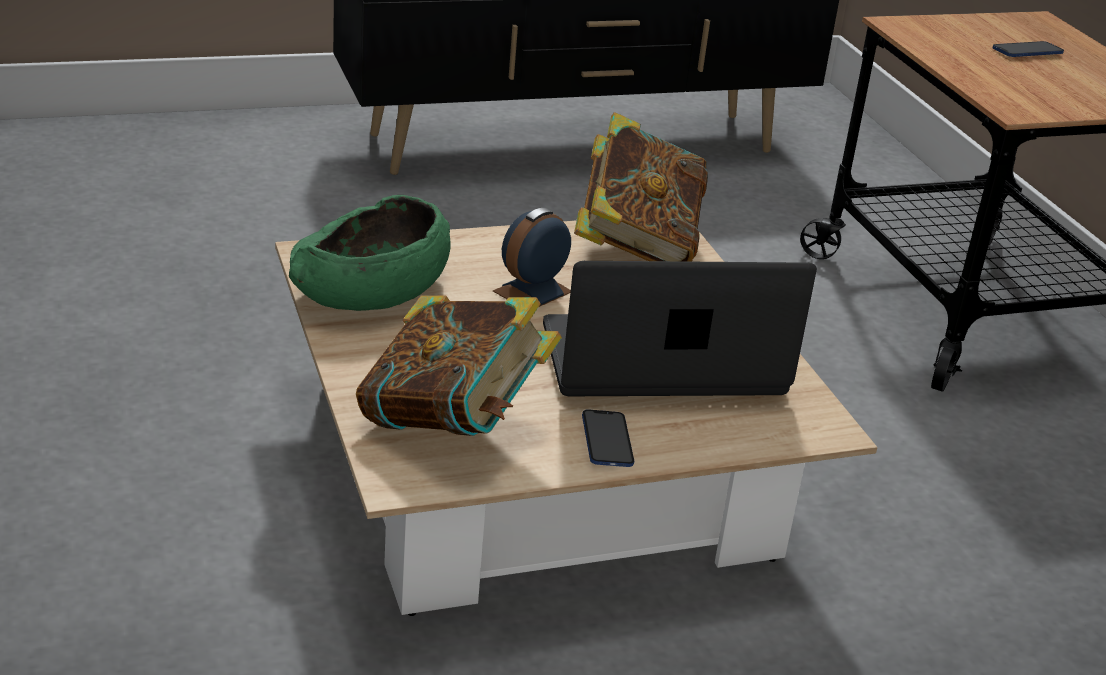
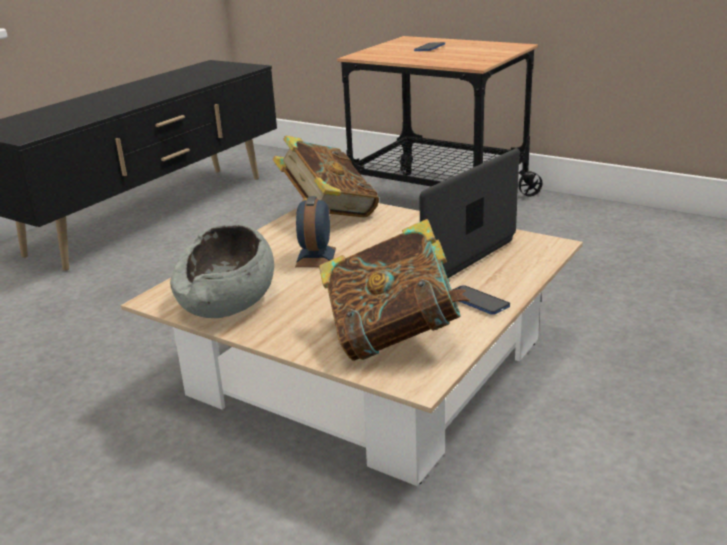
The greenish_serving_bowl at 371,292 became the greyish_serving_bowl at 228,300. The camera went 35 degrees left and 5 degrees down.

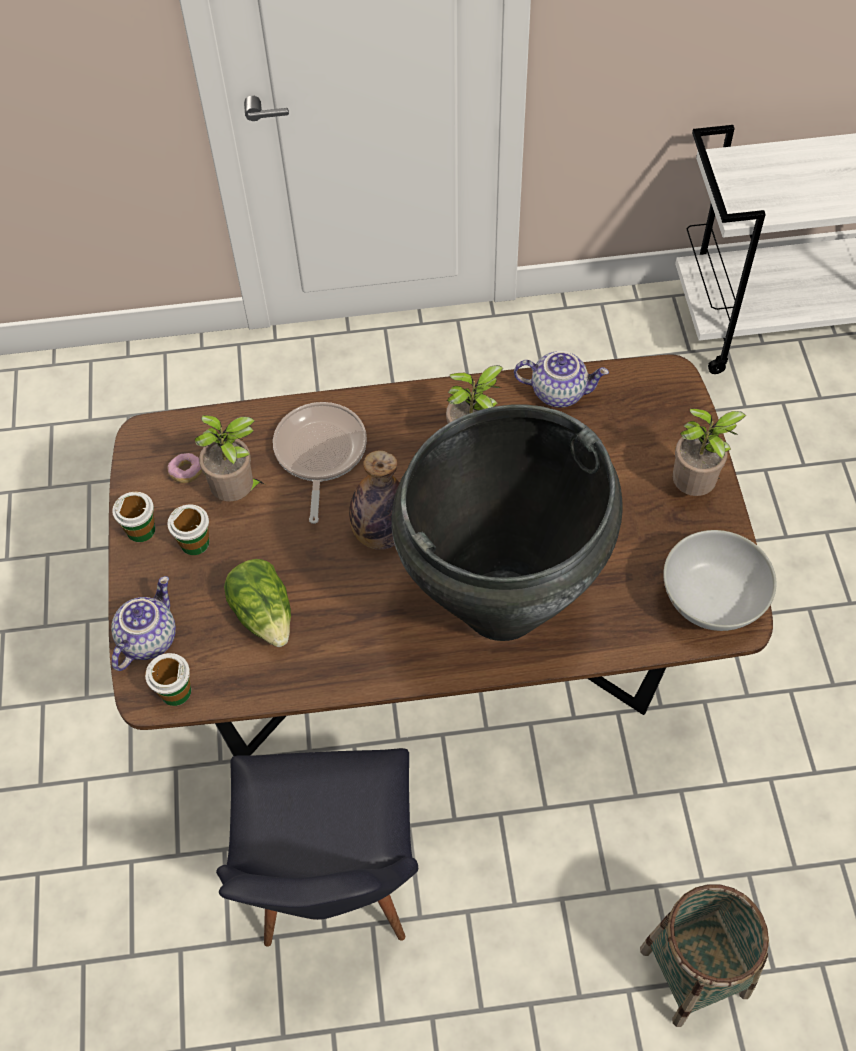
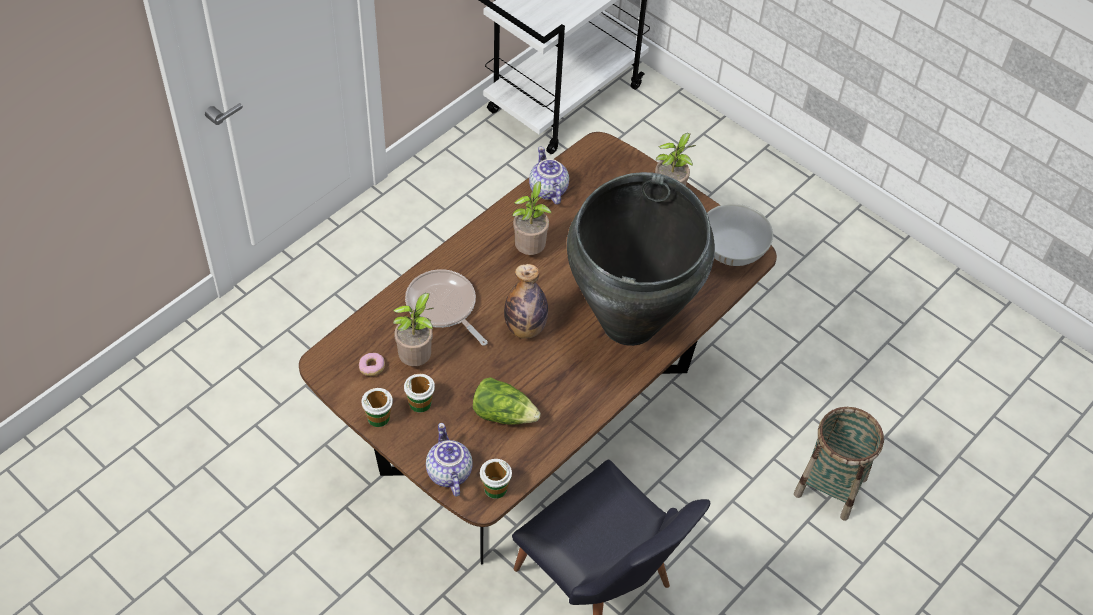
The teapot at 559,391 turned 75 degrees counterclockwise. The camera went 45 degrees left and 5 degrees down.

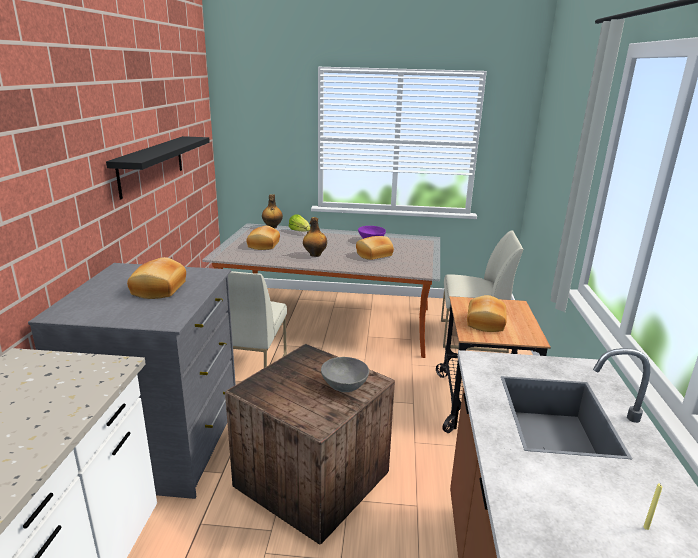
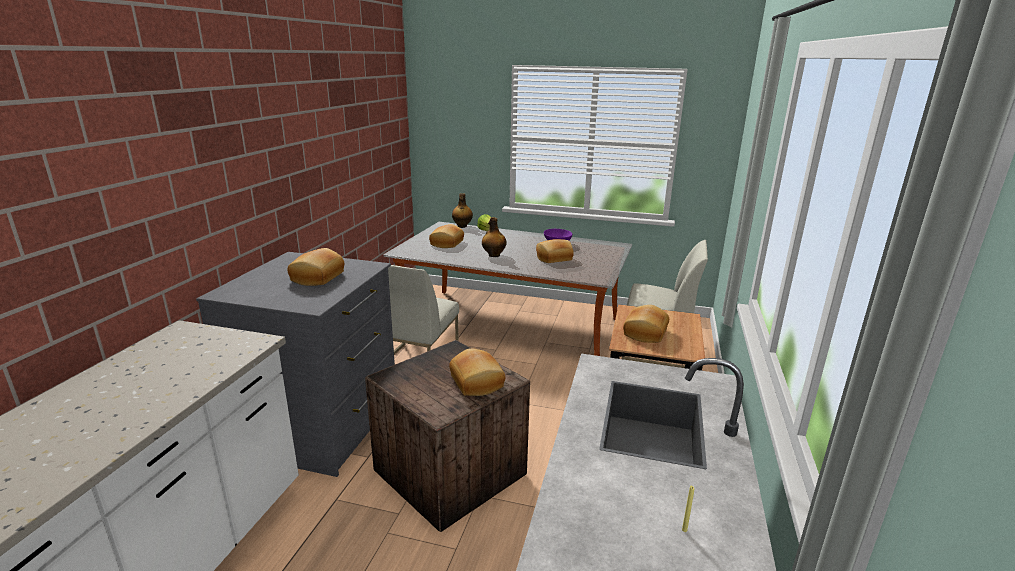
The black-coloured_wall_shelf at 152,165 disappeared. The greyish_serving_bowl at 344,386 was replaced by the bakery_bread at 478,382. The camera went 10 degrees right and 0 degrees up.

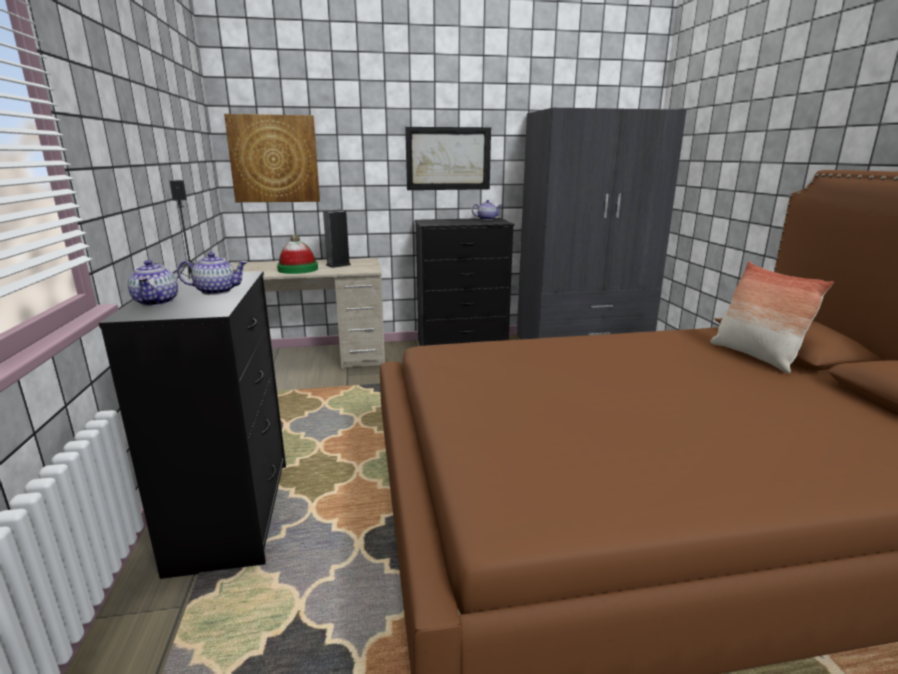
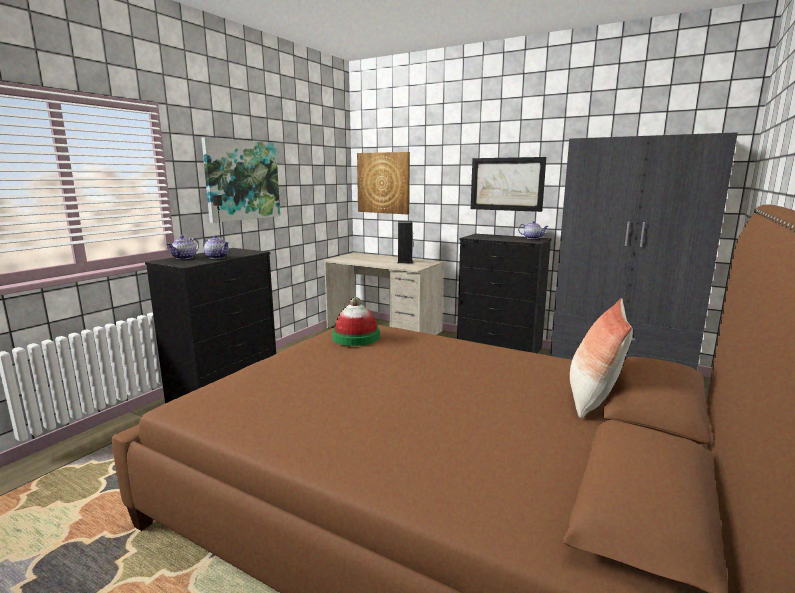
The wearable_hat moved from 298,269 to 356,337. The picture at 242,180 appeared. The camera went 40 degrees right and 5 degrees down.

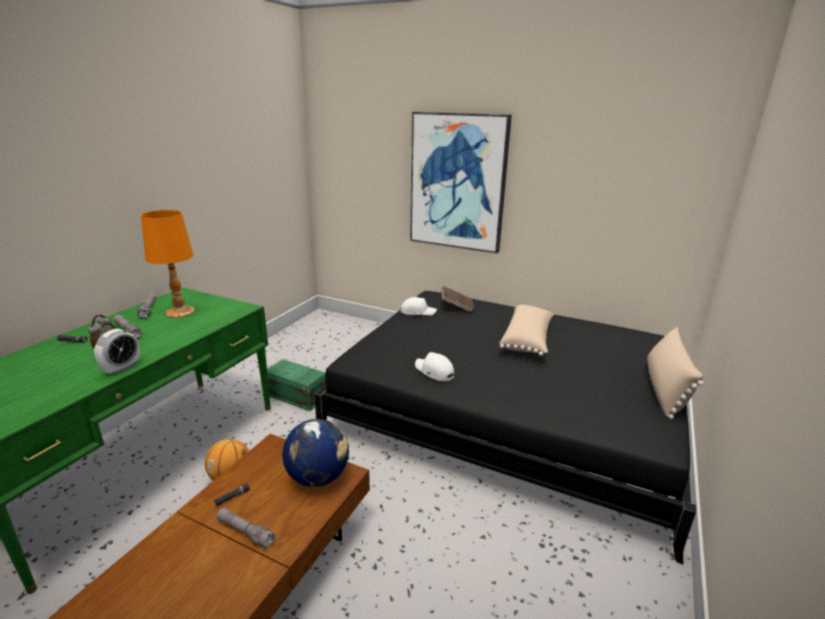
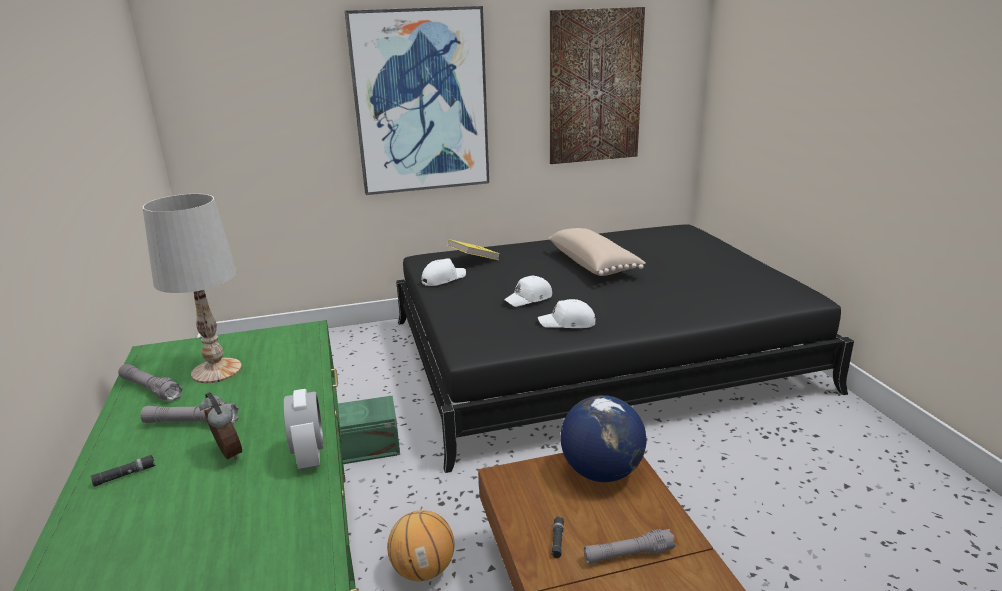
The orangey_table_lamp at 180,312 became the white-coloured_table_lamp at 216,371. The brown_book at 456,307 became the yellow_book at 474,260. The sand-coloured_throw_pillow at 665,389 disappeared. The white-coloured_baseball_cap at 529,298 appeared. The picture at 595,87 appeared. The camera went 40 degrees left and 0 degrees up.

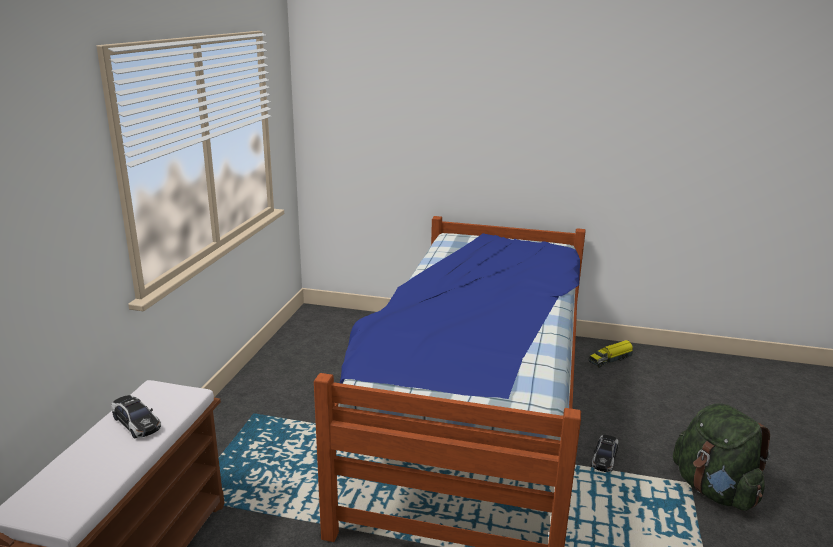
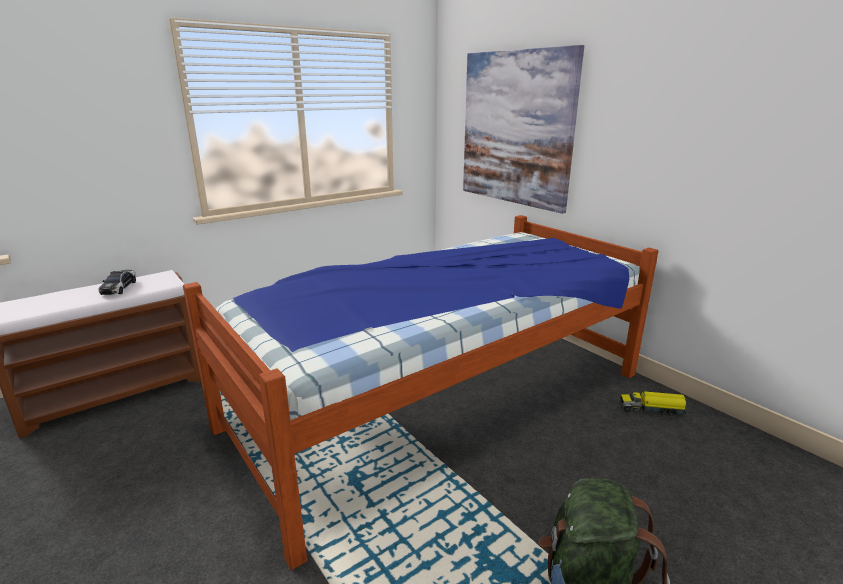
The toy_car at 604,458 disappeared. The picture at 516,129 appeared. The camera went 40 degrees right and 0 degrees up.

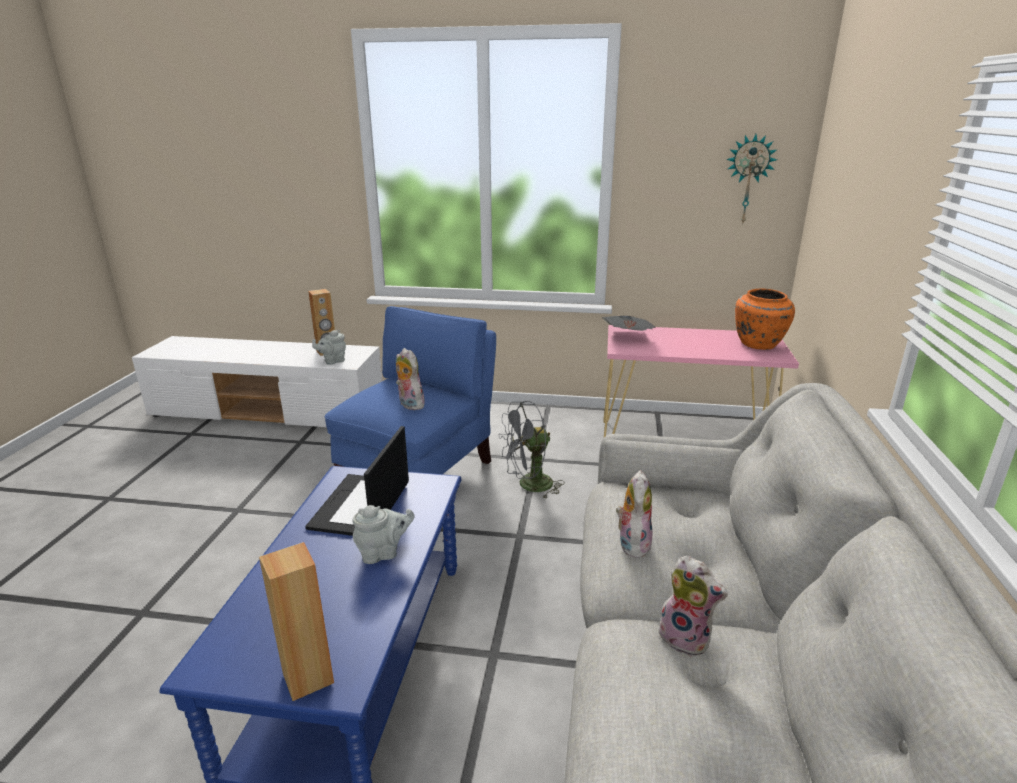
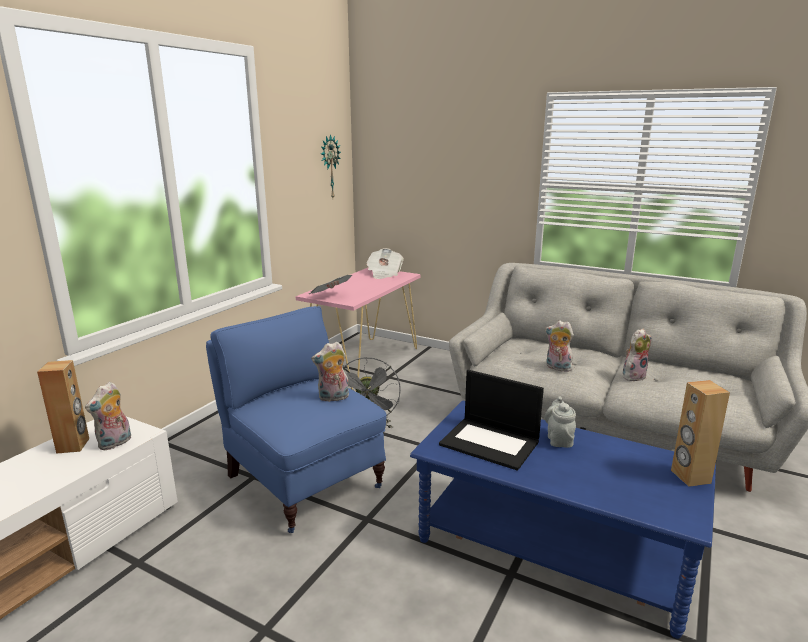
The greyish_teapot at 333,361 was replaced by the cuddly_toy at 115,443. The orangey_decorative_vase at 758,345 was replaced by the printed_paper at 384,274. The camera went 70 degrees left and 5 degrees down.

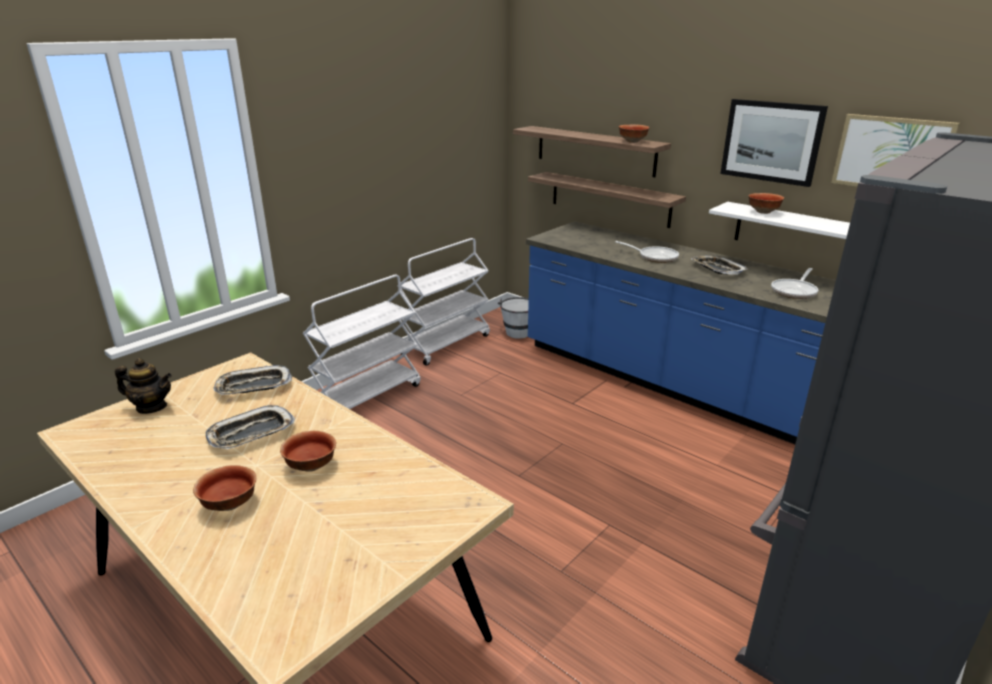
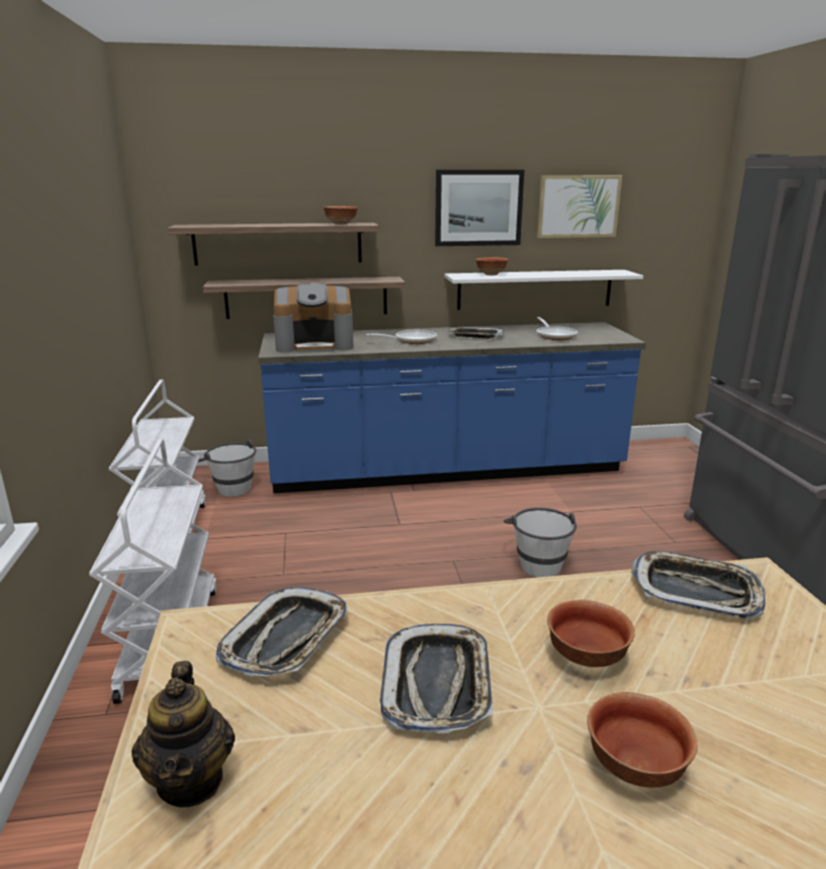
The teapot at 151,407 turned 120 degrees clockwise. The coffee_brewer at 315,345 appeared. The white-coloured_pail at 537,562 appeared. The carrying_tray at 696,591 appeared. The camera went 50 degrees left and 5 degrees down.

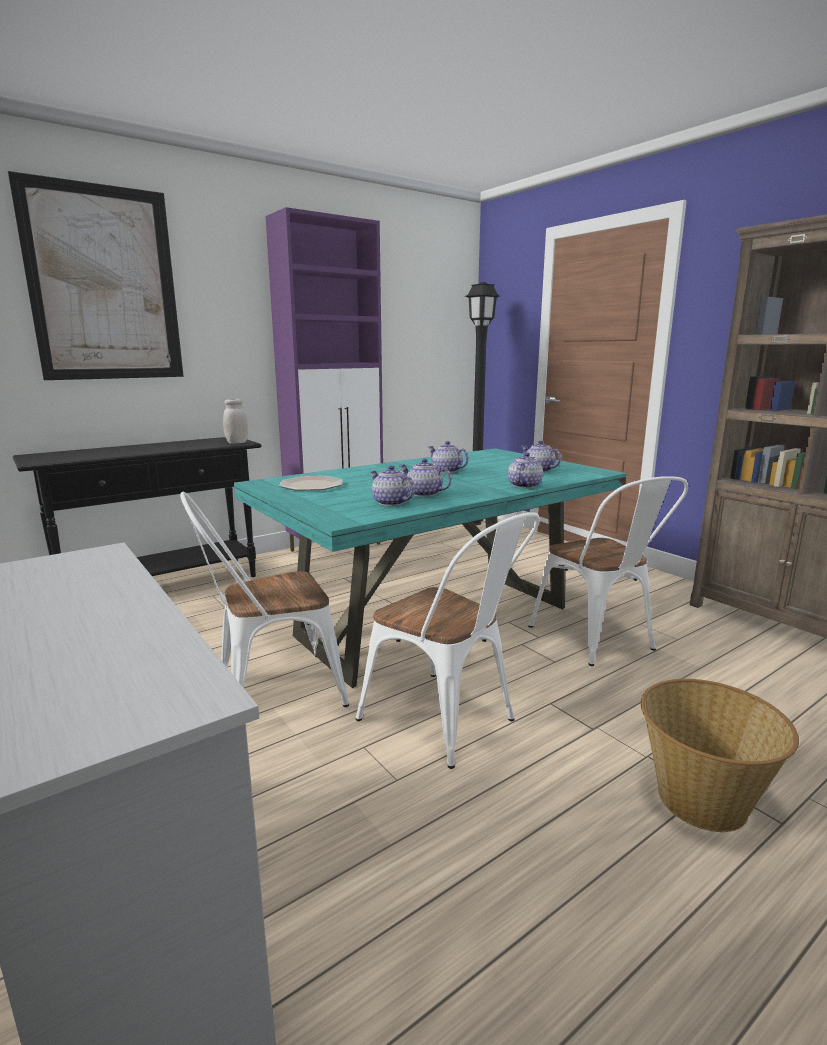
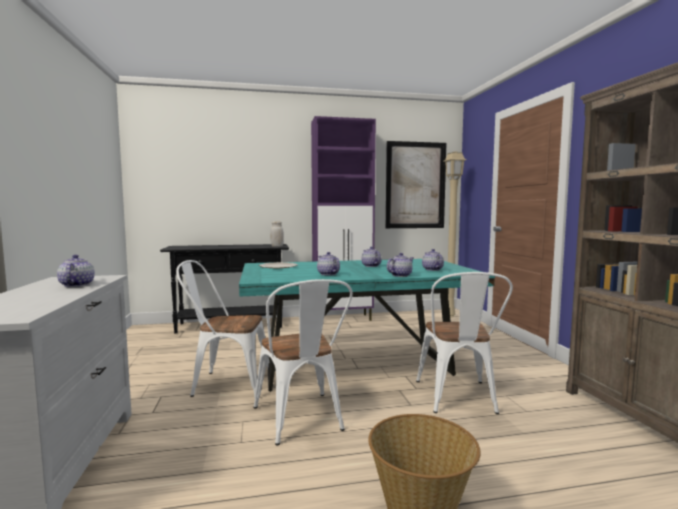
The picture moved from 104,285 to 415,185. The teapot moved from 390,503 to 76,285. The black-coloured_standard_lamp at 475,523 became the sand-coloured_standard_lamp at 450,316. The camera went 25 degrees right and 10 degrees down.

